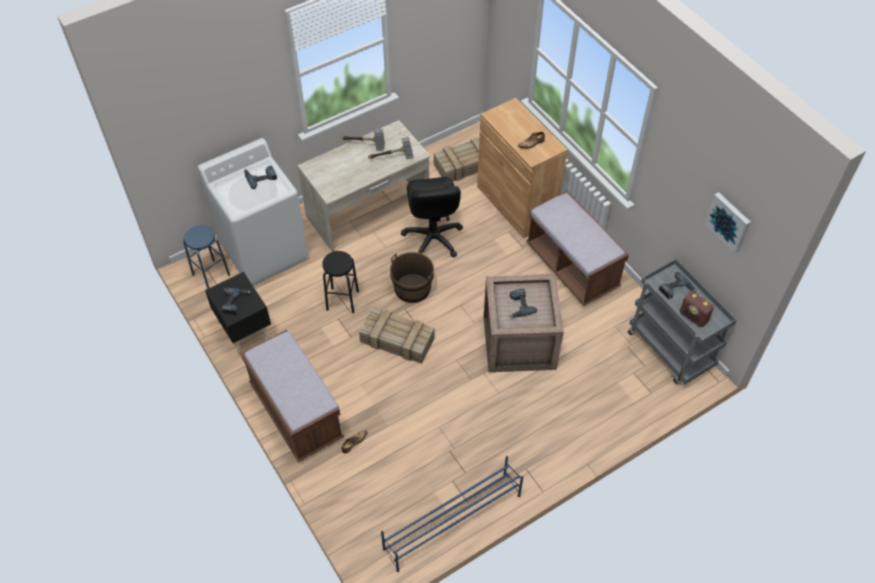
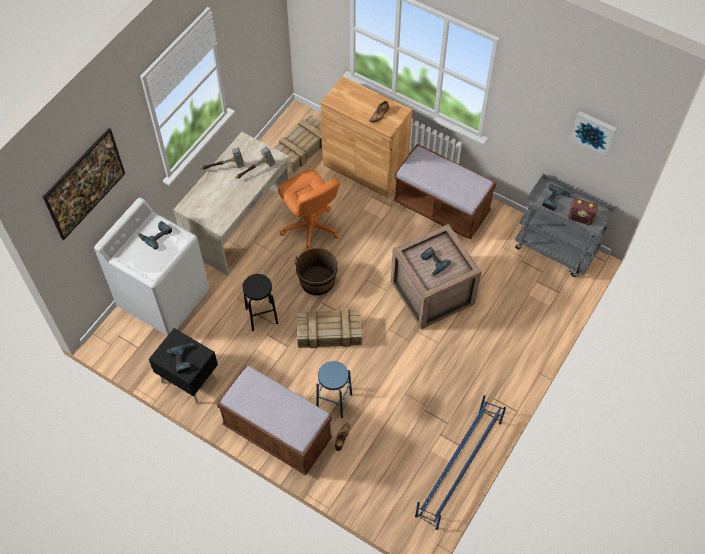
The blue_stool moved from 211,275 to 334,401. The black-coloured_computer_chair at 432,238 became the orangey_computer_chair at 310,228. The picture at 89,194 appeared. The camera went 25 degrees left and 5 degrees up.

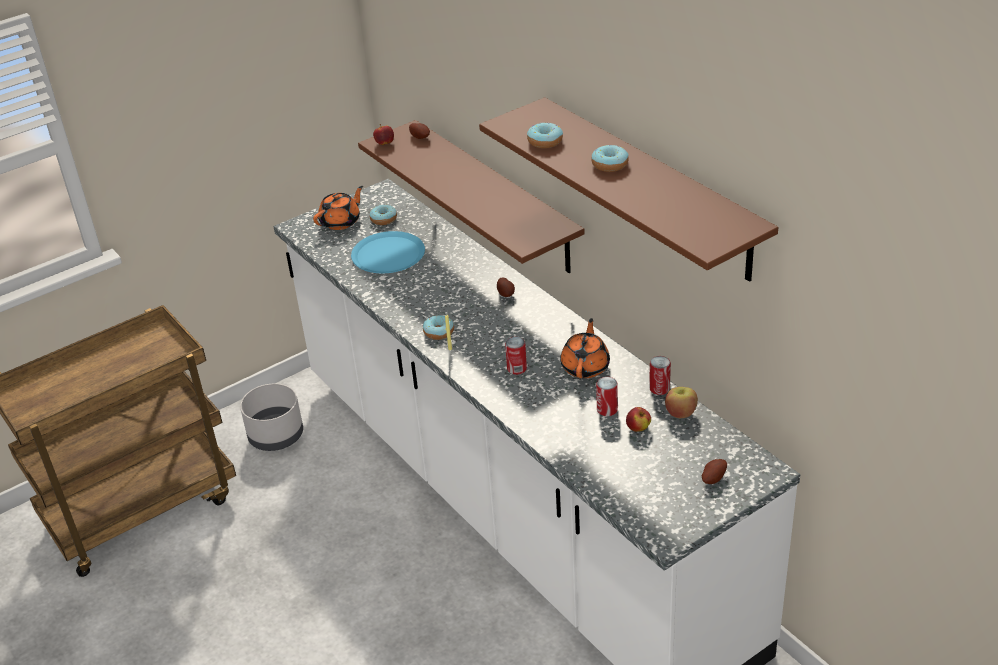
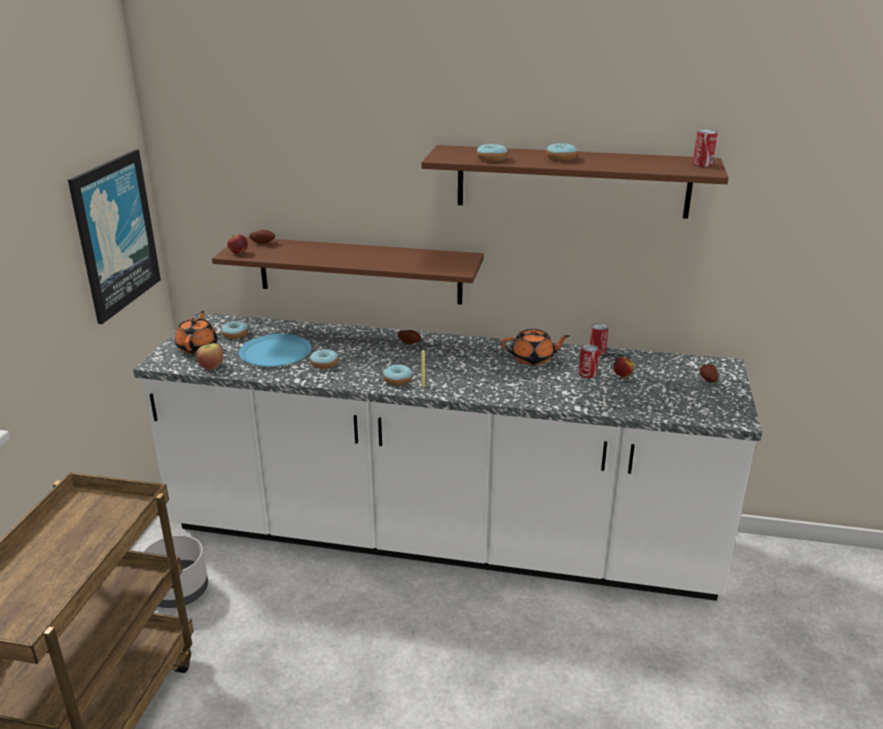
The sealed_can moved from 516,368 to 702,164. The orangey_teapot at 585,366 turned 120 degrees clockwise. The apple_fruit moved from 680,413 to 211,366. The picture at 115,234 appeared. The ring_doughnut at 324,364 appeared. The camera went 45 degrees left and 10 degrees down.

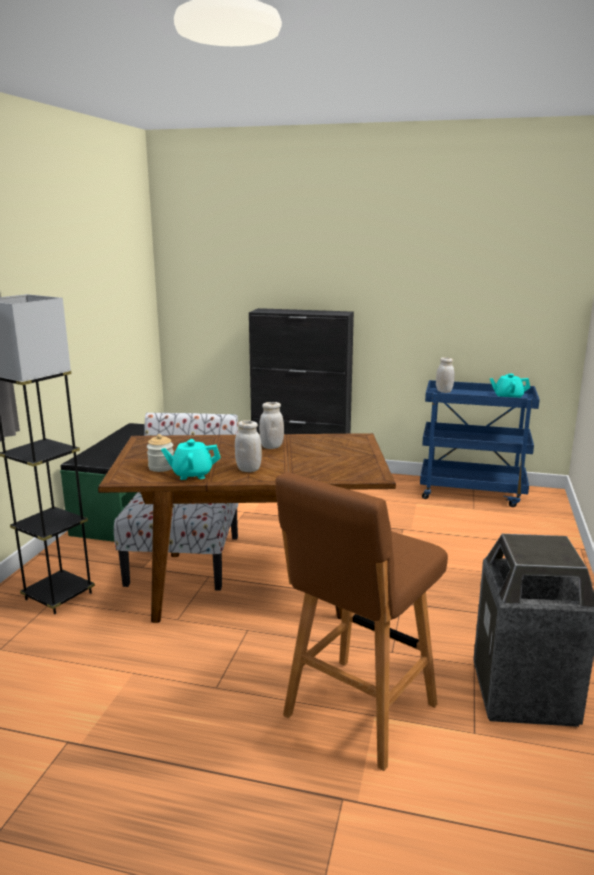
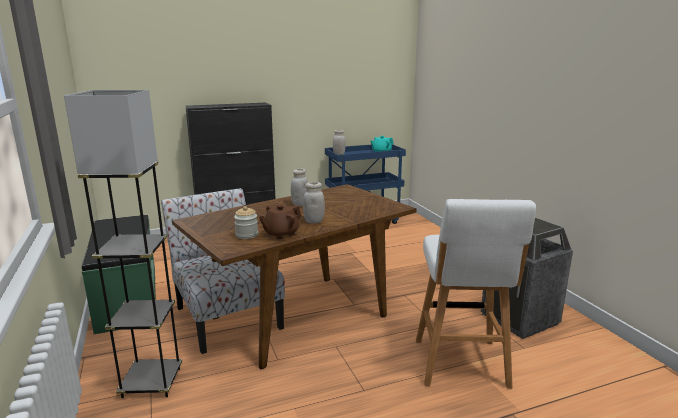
The turquoise_teapot at 192,474 became the brown_teapot at 280,234. The brown_stool at 357,713 became the white-coloured_stool at 461,365. The camera went 35 degrees left and 0 degrees up.

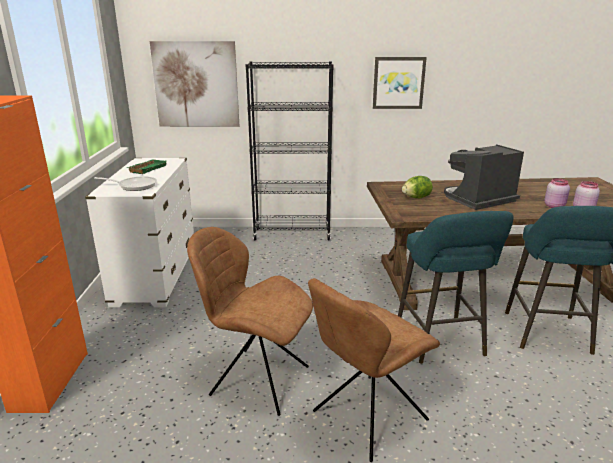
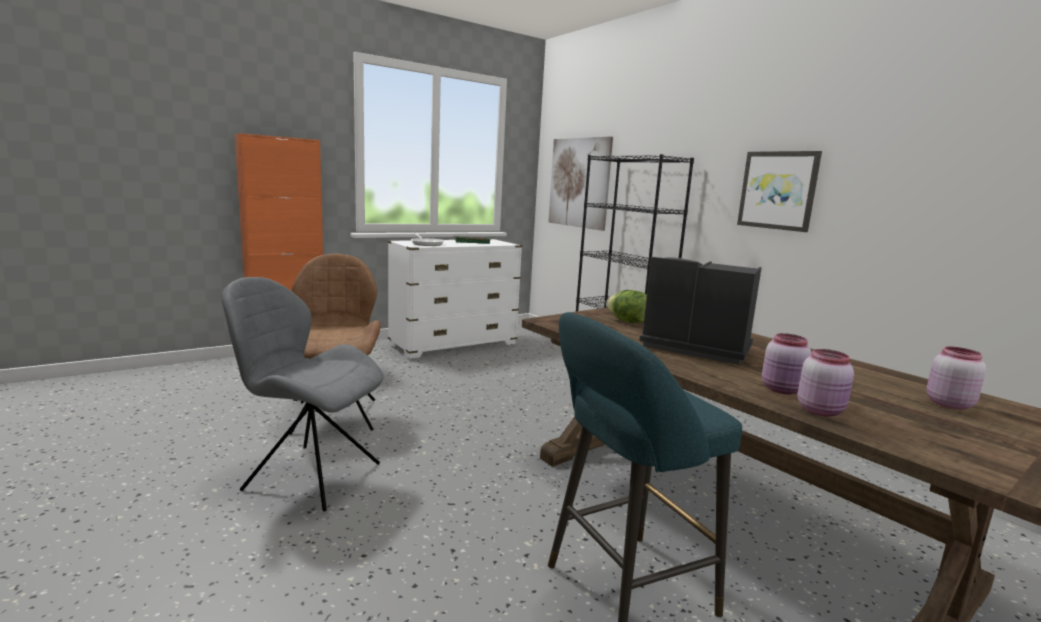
The brown_upright_chair at 366,417 became the greyish_upright_chair at 309,475. The turquoise_stool at 441,342 disappeared. The pink-coloured_preserve_jar at 947,404 appeared. The camera went 55 degrees right and 10 degrees down.

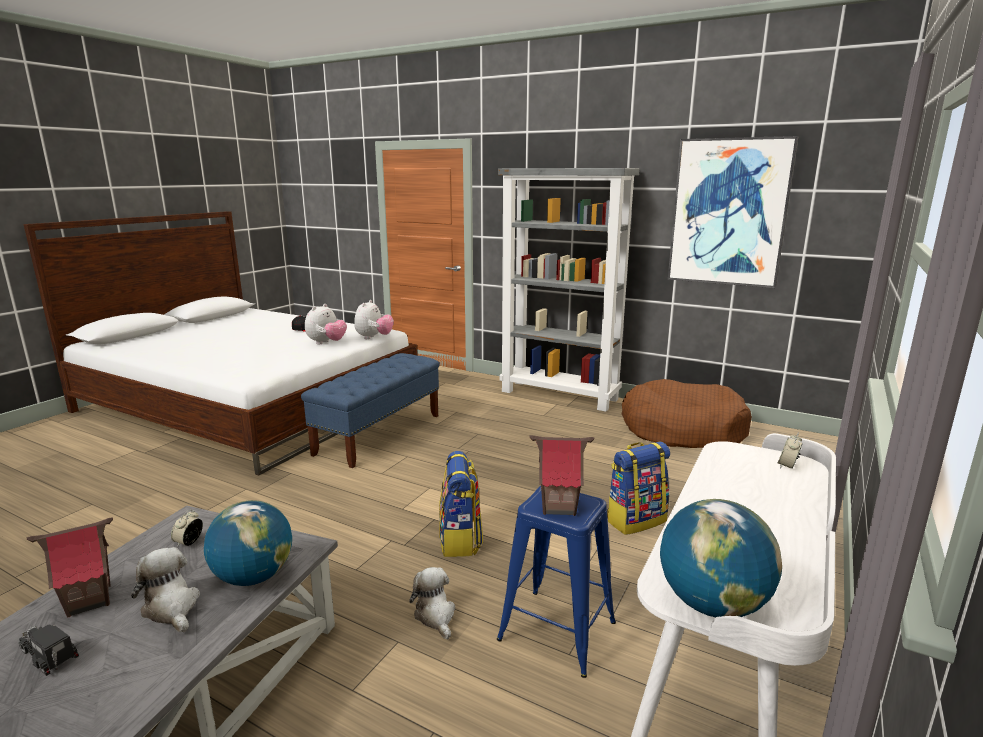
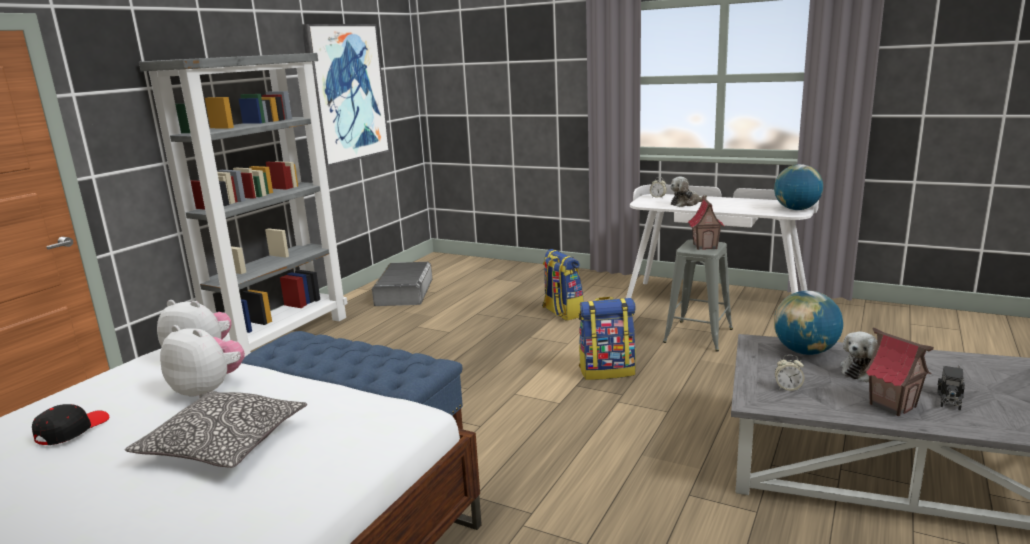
The cuddly_toy moved from 435,615 to 686,203. The blue_stool at 557,631 became the greyish_stool at 698,335. The brown_dog_cushion at 682,430 was replaced by the greyish_storage_bin at 404,292. The throw_pillow at 224,444 appeared. The camera went 90 degrees left and 0 degrees up.

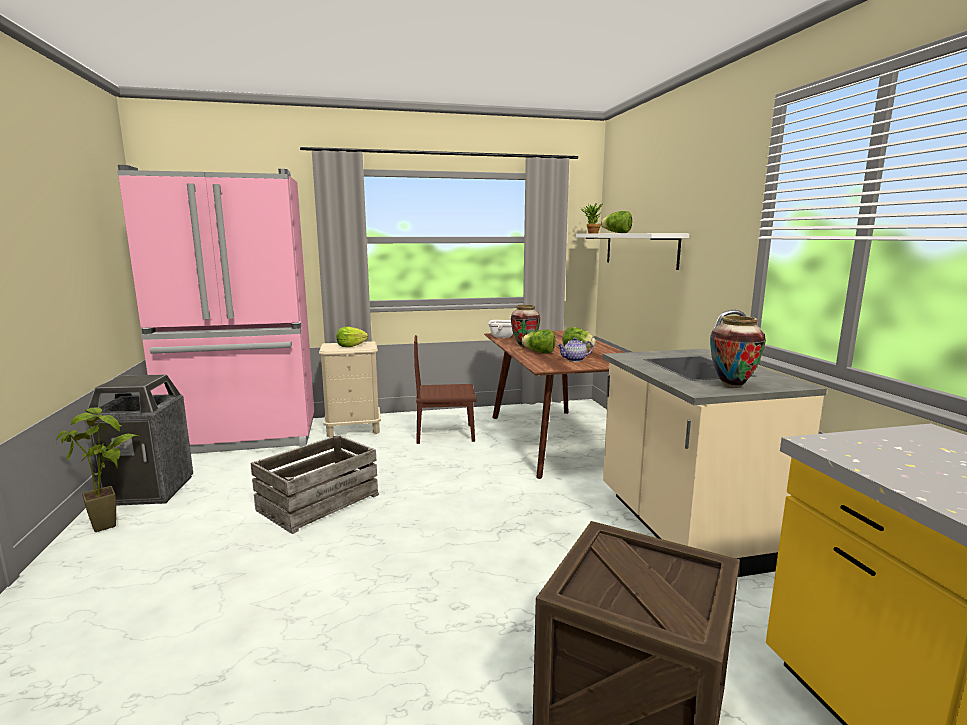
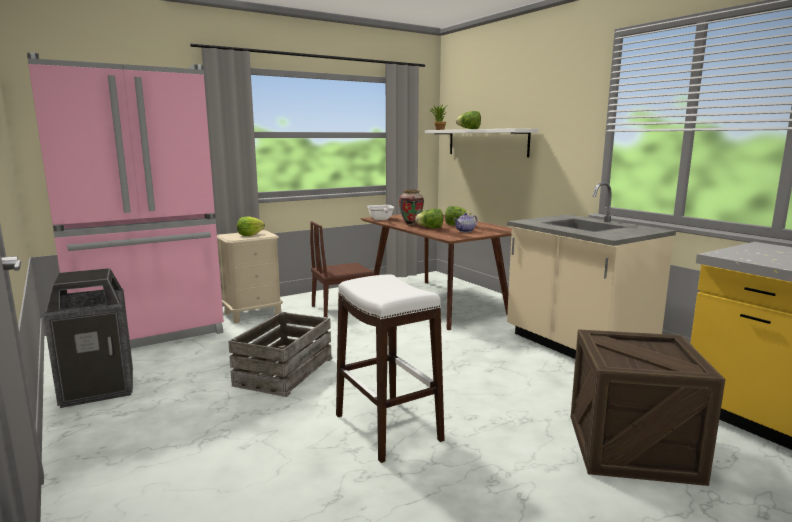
The plant_in_a_pot at 115,524 disappeared. The decorative_vase at 732,385 disappeared. The white-coloured_stool at 387,427 appeared. The camera went 20 degrees left and 0 degrees up.

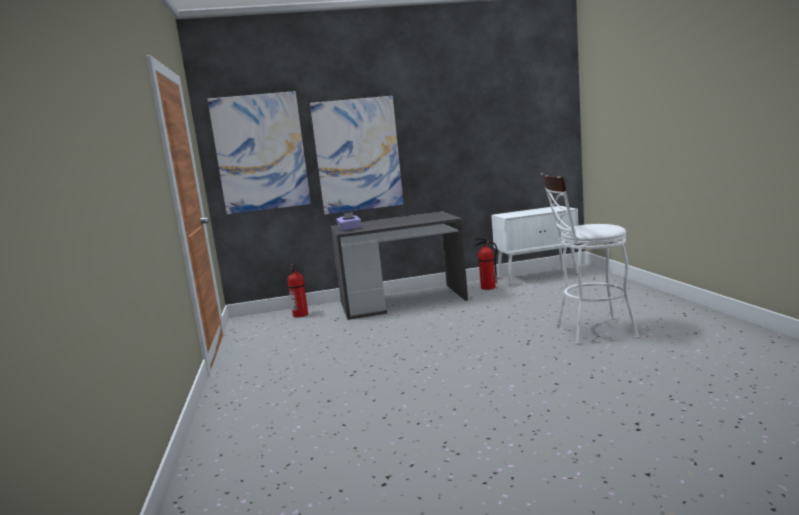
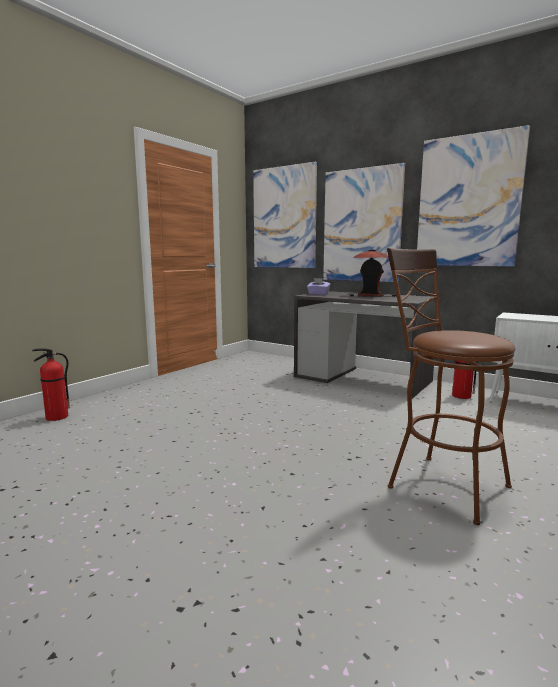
The fire-fighting_cylinder moved from 300,315 to 56,417. The white-coloured_stool at 588,331 became the brown_stool at 438,483. The table_lamp at 370,295 appeared. The picture at 468,202 appeared. The camera went 45 degrees right and 0 degrees up.

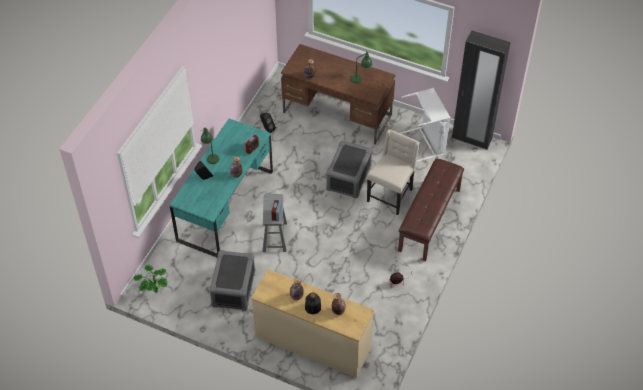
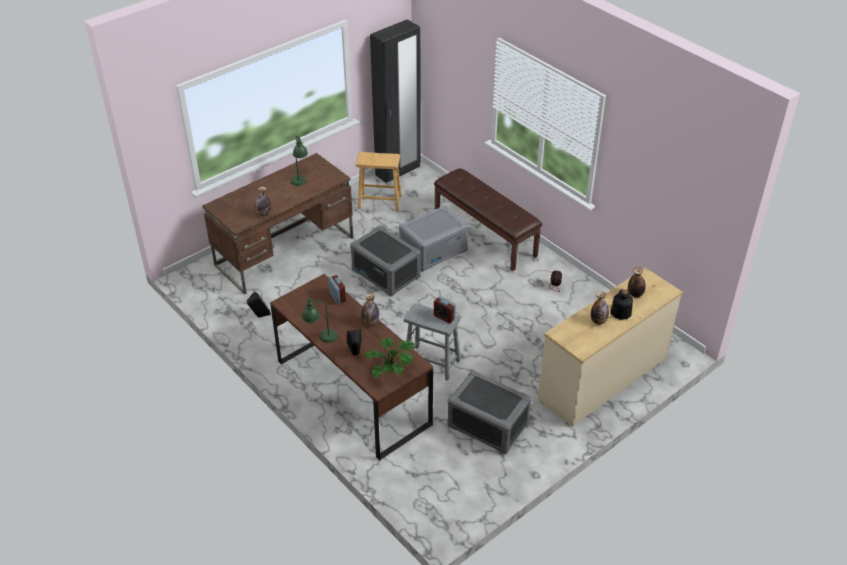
The plant_in_a_pot moved from 153,287 to 391,371. The turquoise_desk_unit at 225,205 became the brown_desk_unit at 353,392. The sand-coloured_upright_chair at 391,195 was replaced by the greyish_storage_bin at 433,250. The white-coloured_washing_basket at 426,143 was replaced by the brown_stool at 379,202. The camera went 65 degrees left and 10 degrees down.

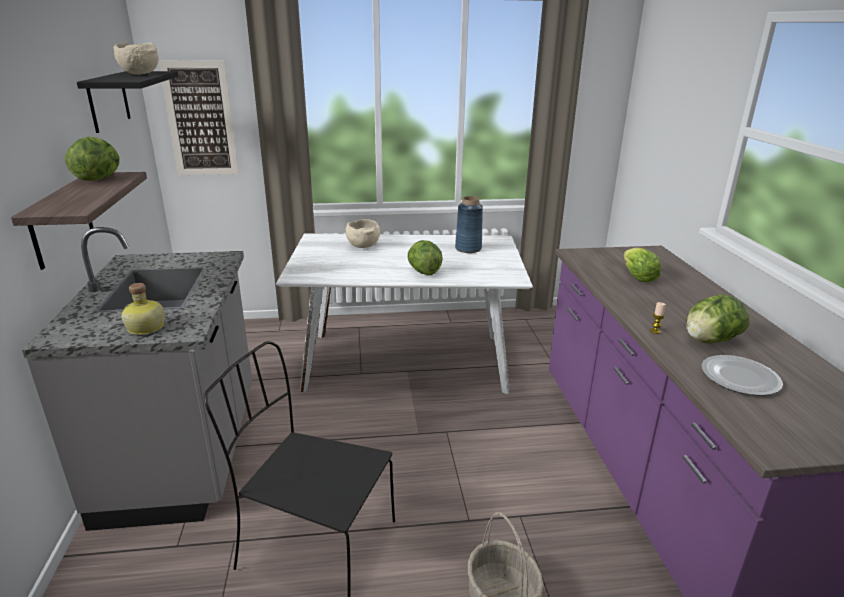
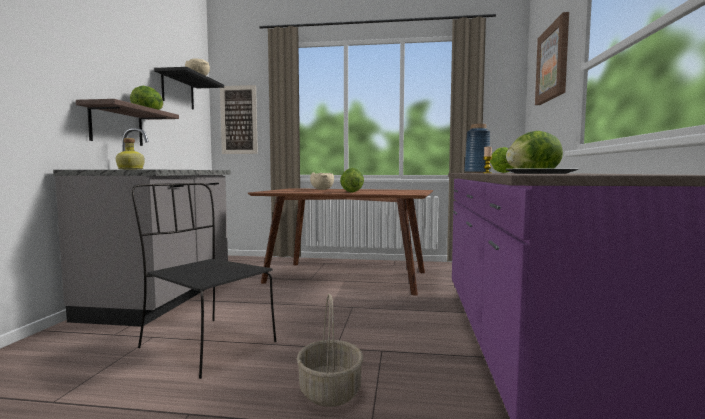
The white-coloured_dinner_table at 405,363 became the brown_dinner_table at 345,277. The blue_decorative_vase moved from 468,248 to 477,172. The picture at 553,63 appeared. The camera went 15 degrees right and 20 degrees down.

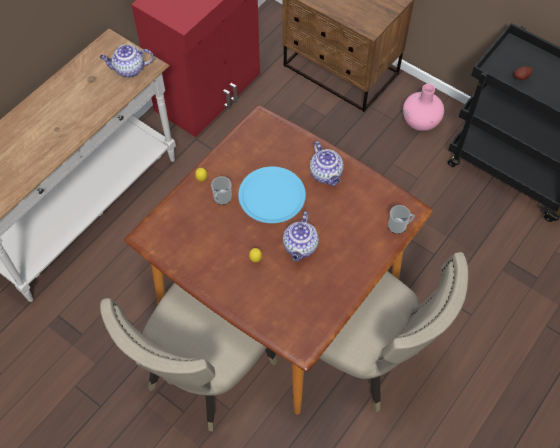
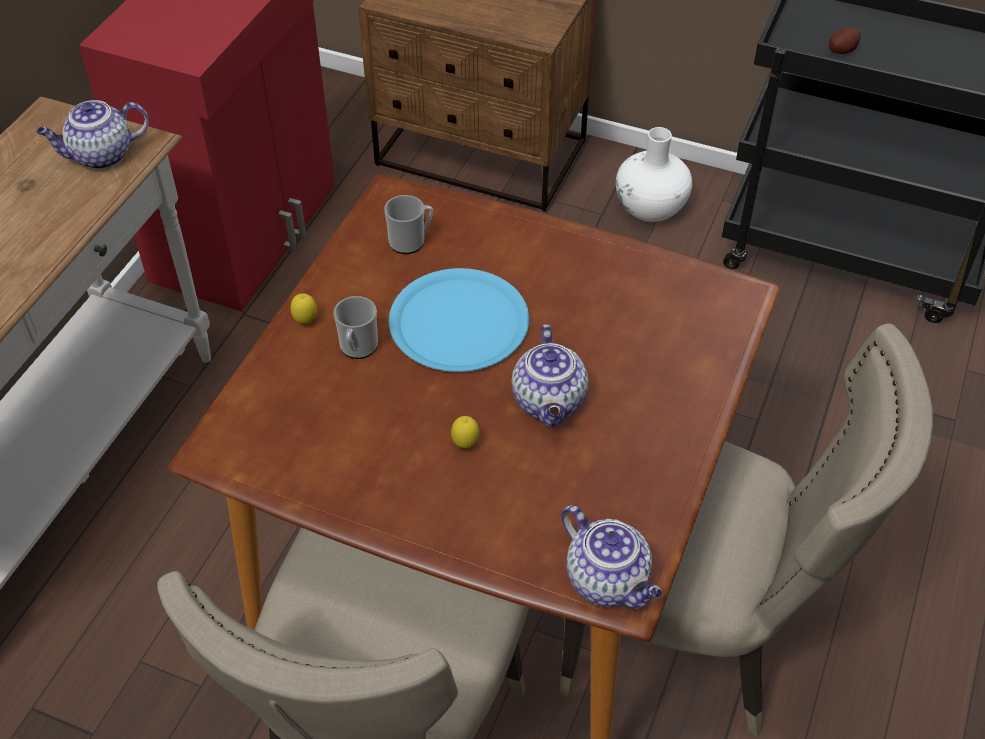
The teapot moved from 326,174 to 609,581. The tea_mug moved from 399,226 to 411,241. The pink-coloured_decorative_vase at 420,121 became the white-coloured_decorative_vase at 650,208. The camera went 15 degrees left and 10 degrees down.

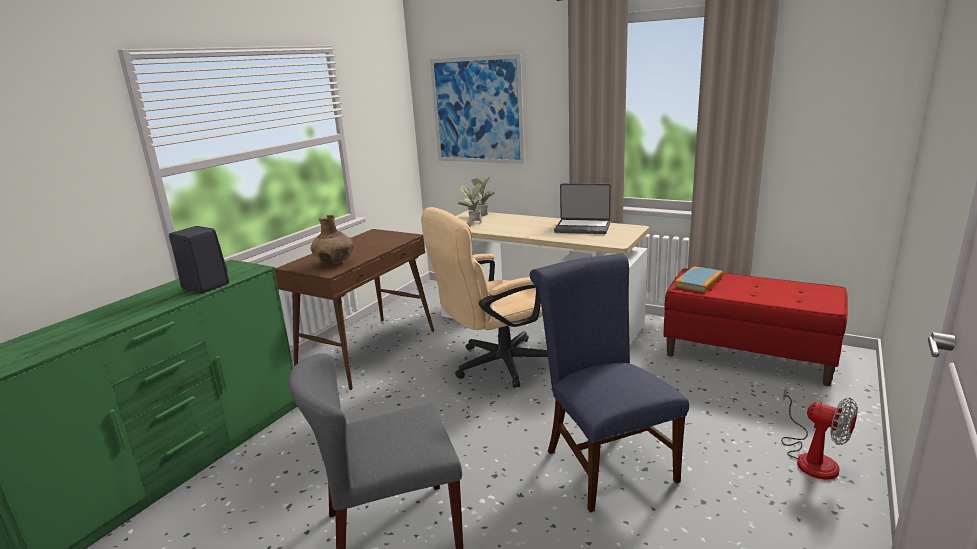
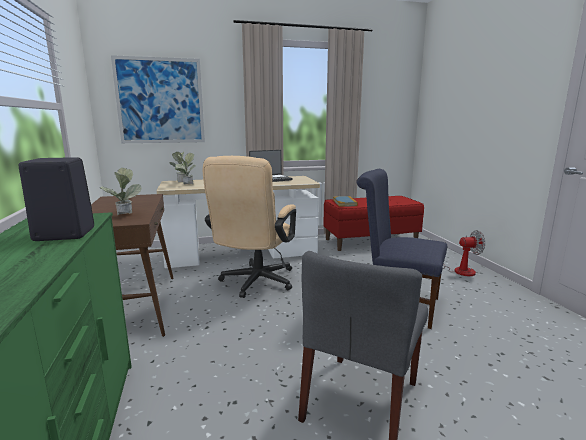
The brown_decorative_vase at 335,262 was replaced by the plant_in_a_pot at 125,216. The camera went 45 degrees left and 5 degrees down.

